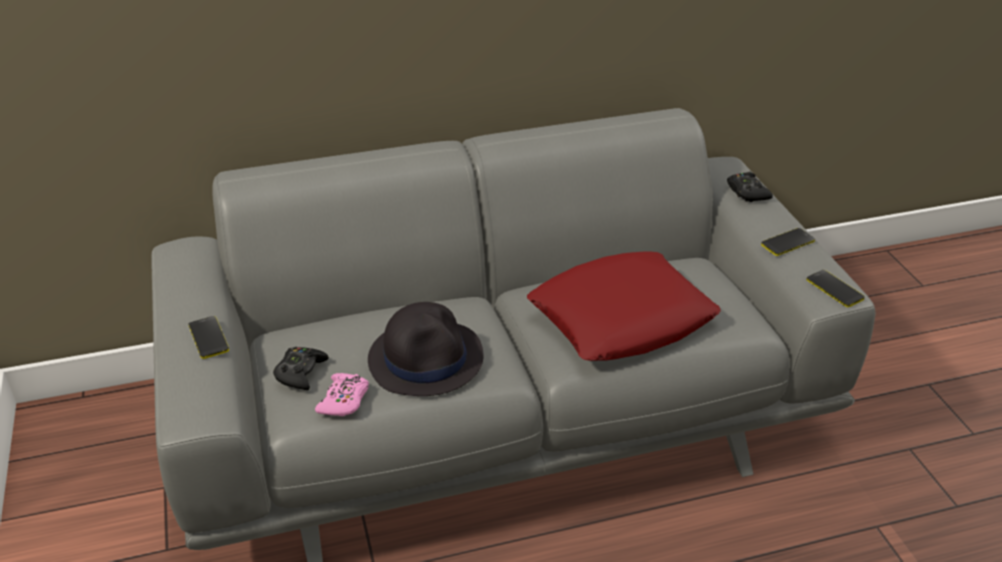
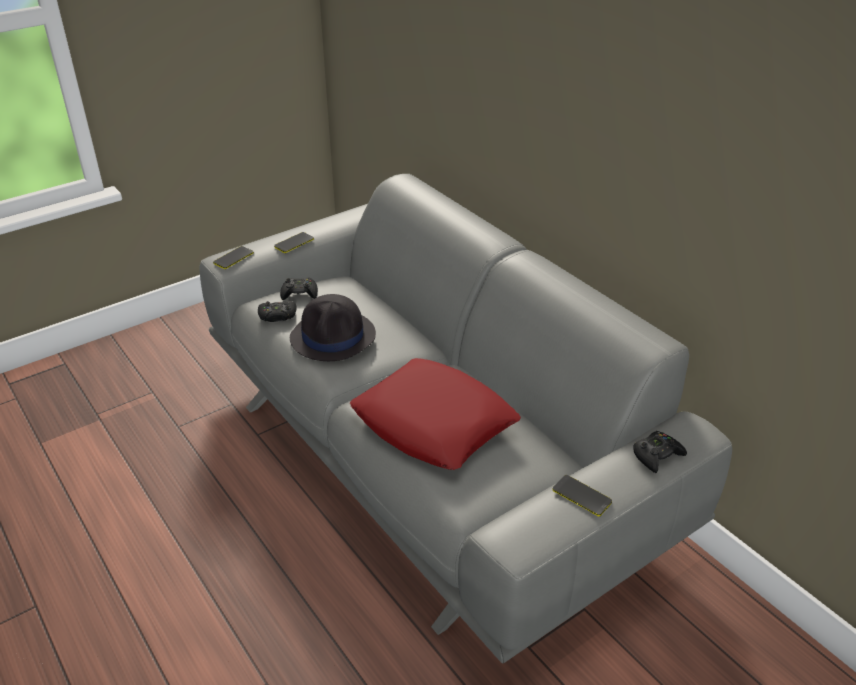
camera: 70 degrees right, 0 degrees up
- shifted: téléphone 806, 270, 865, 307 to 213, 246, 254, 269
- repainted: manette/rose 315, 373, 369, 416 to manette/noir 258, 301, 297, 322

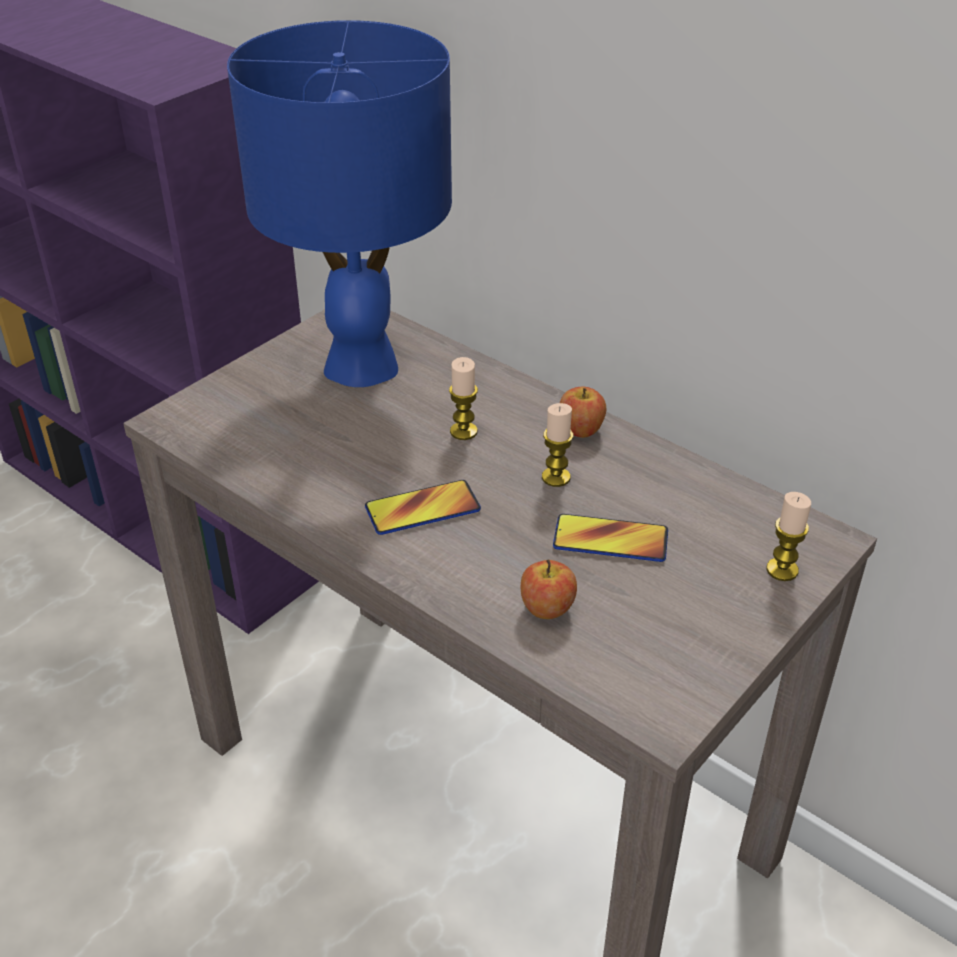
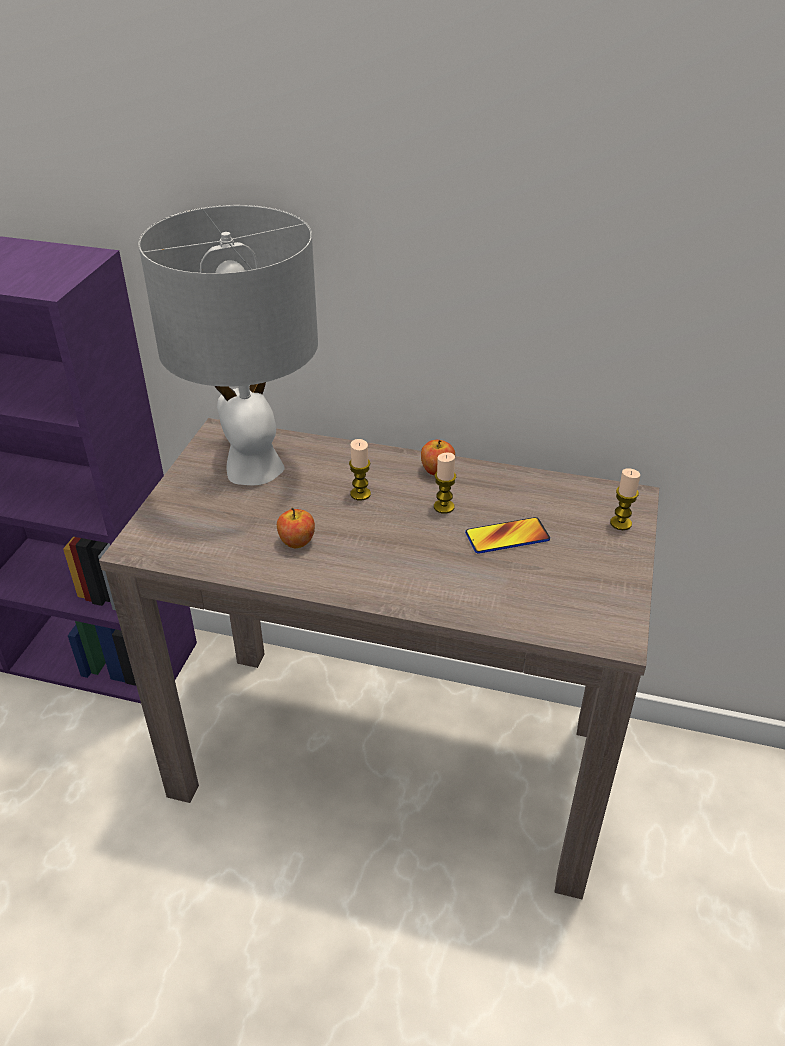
camera: 25 degrees left, 0 degrees up
- gone: téléphone 365, 480, 481, 535
- shifted: pomme 521, 559, 577, 619 to 277, 507, 315, 548
- repainted: lampe de table/bleu 227, 20, 452, 387 to lampe de table/gris 138, 205, 318, 485

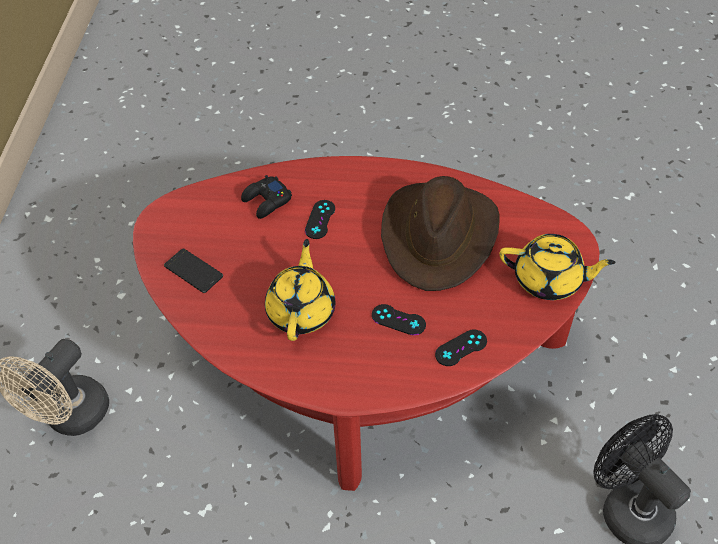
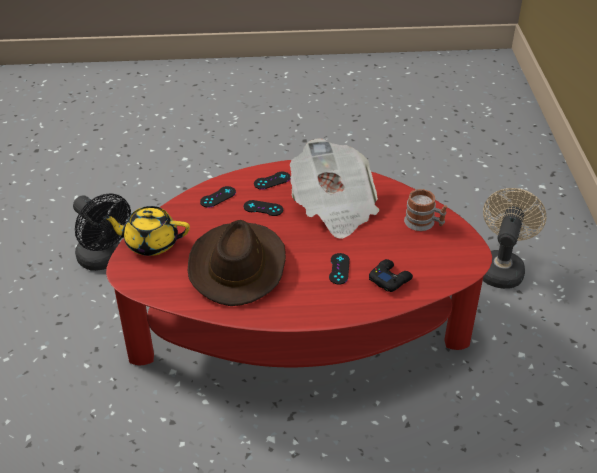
camera: 170 degrees right, 10 degrees down
- new: manette/noir 254, 172, 291, 189
- swapped: téléphone 164, 249, 223, 293 to mug 404, 189, 447, 231
- swapped: théière/jaune 265, 239, 335, 341 to journal 290, 138, 379, 239

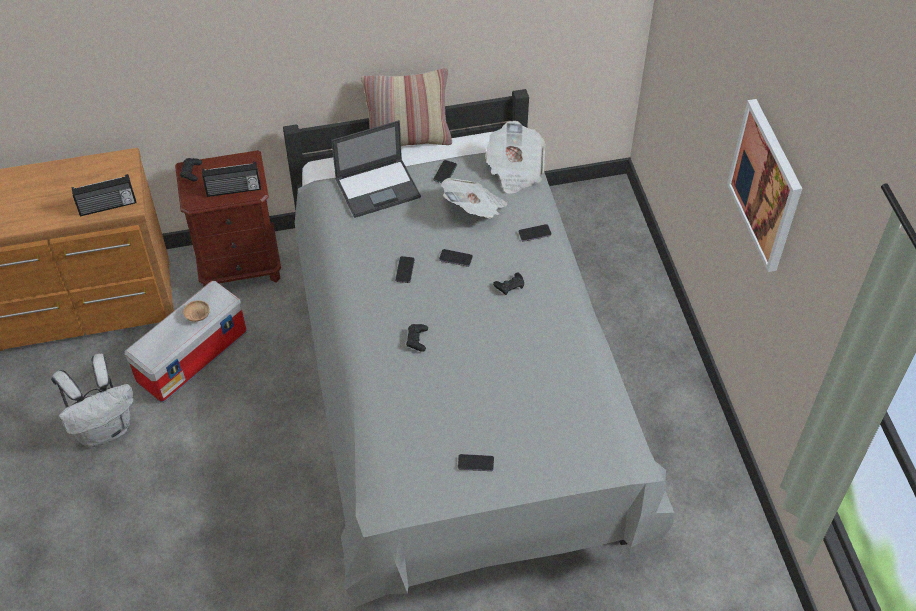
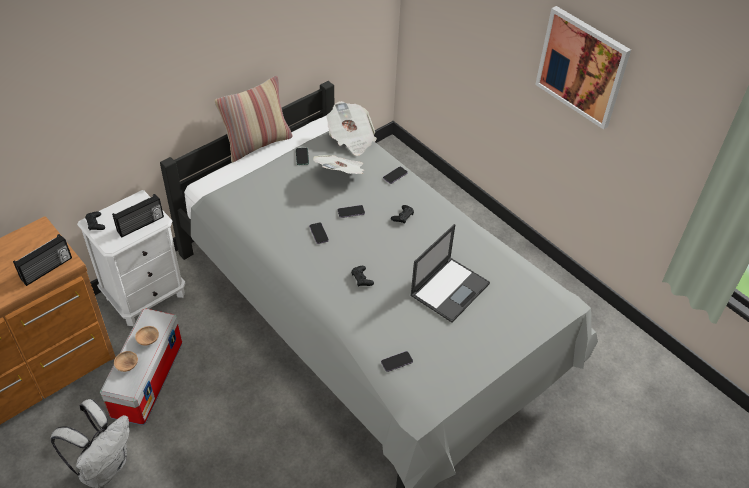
camera: 30 degrees left, 5 degrees down
- new: bol/marron 114, 351, 138, 372
- shifted: ordinateur portable 331, 120, 421, 218 to 410, 224, 490, 323
- shifted: téléphone 458, 454, 494, 471 to 381, 351, 413, 372
- repainted: table de chevet/marron 175, 150, 281, 286 to table de chevet/blanc 77, 190, 186, 326

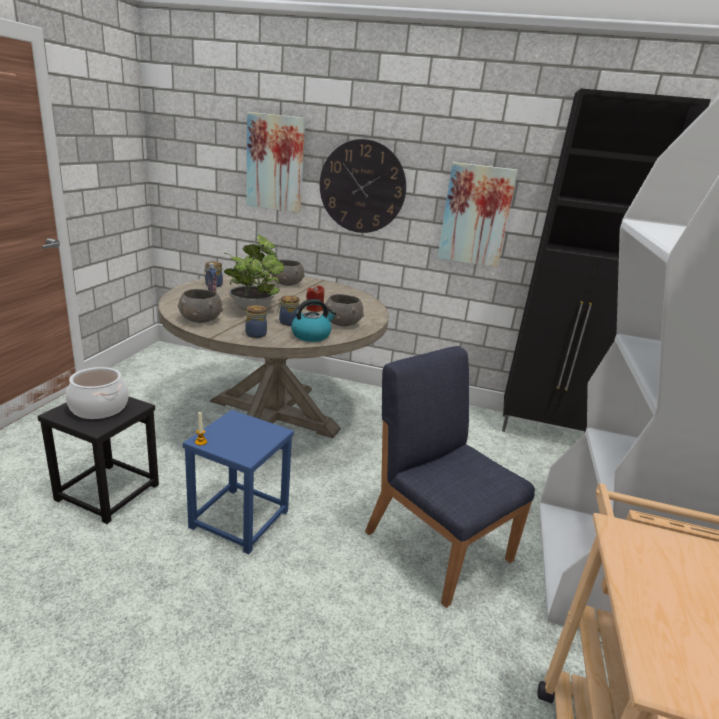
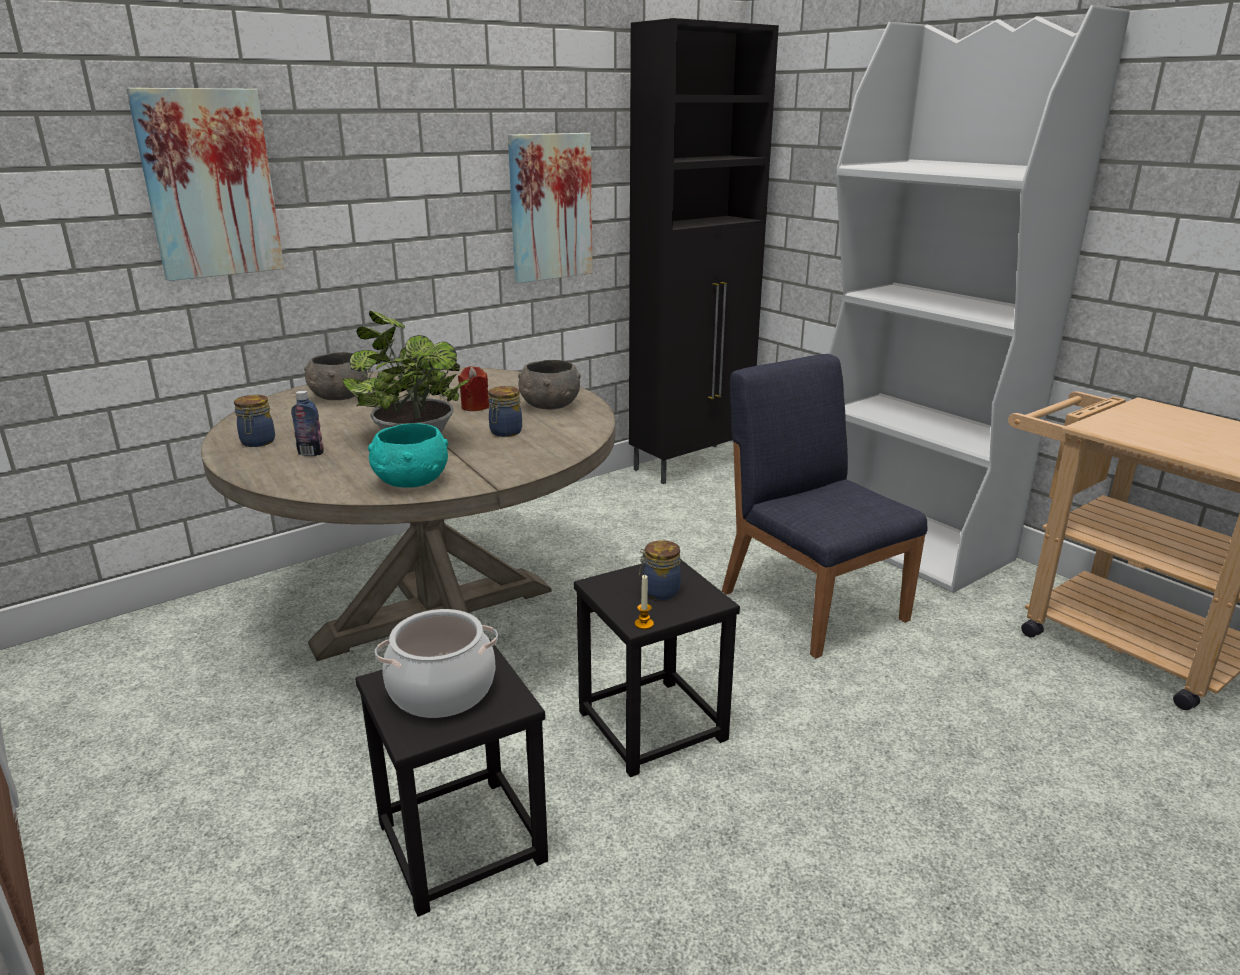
camera: 50 degrees left, 0 degrees up
- gone: bouilloire 291, 299, 336, 342
- gone: horloge murale 320, 139, 406, 233
- shifted: bocal 245, 305, 267, 338 to 639, 540, 681, 600
- repainted: bol/gris 178, 289, 223, 323 to bol/turquoise 368, 423, 448, 487
- repainted: tabouret/bleu 183, 410, 294, 554 to tabouret/noir 574, 559, 740, 777
- rotated: chaise/bleu 365, 346, 535, 608 = 722, 354, 927, 658 60 degrees clockwise

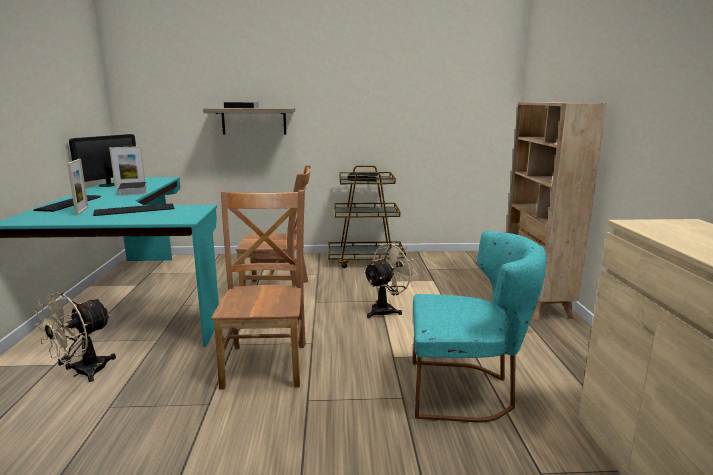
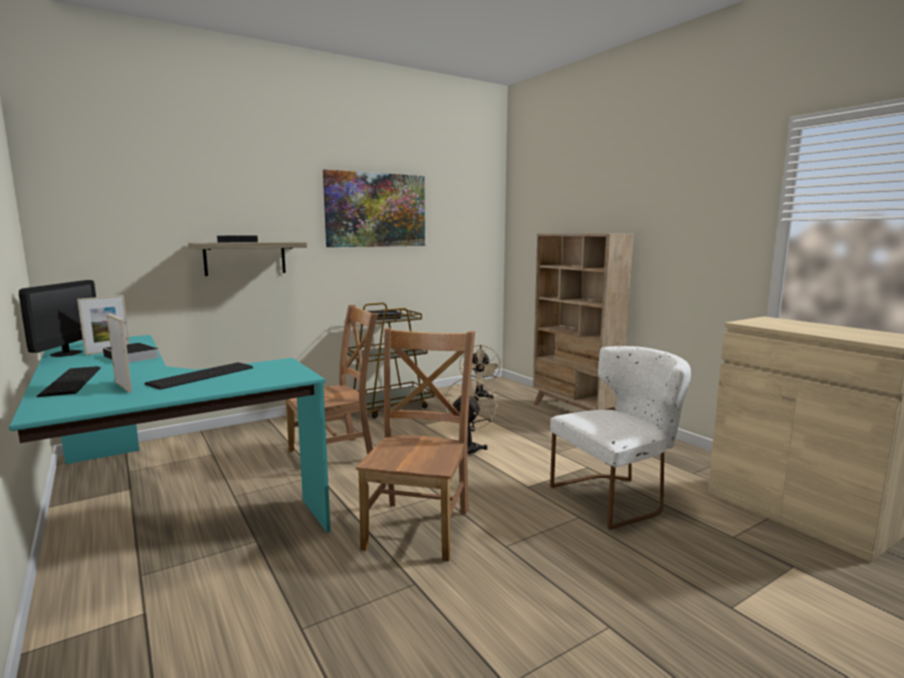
camera: 30 degrees left, 5 degrees down
- new: tableau 323, 169, 425, 247
- shifted: ventilateur/beige 33, 293, 116, 382 to 459, 345, 501, 399
- repainted: chaise/turquoise 413, 231, 546, 423 to chaise/blanc 550, 346, 691, 530
- rotated: chaise/marron 211, 190, 306, 390 = 356, 328, 475, 562 45 degrees clockwise

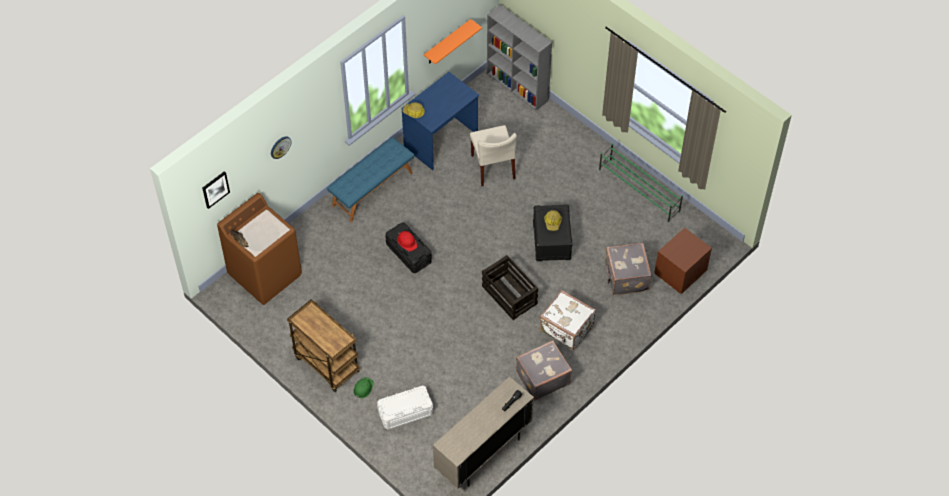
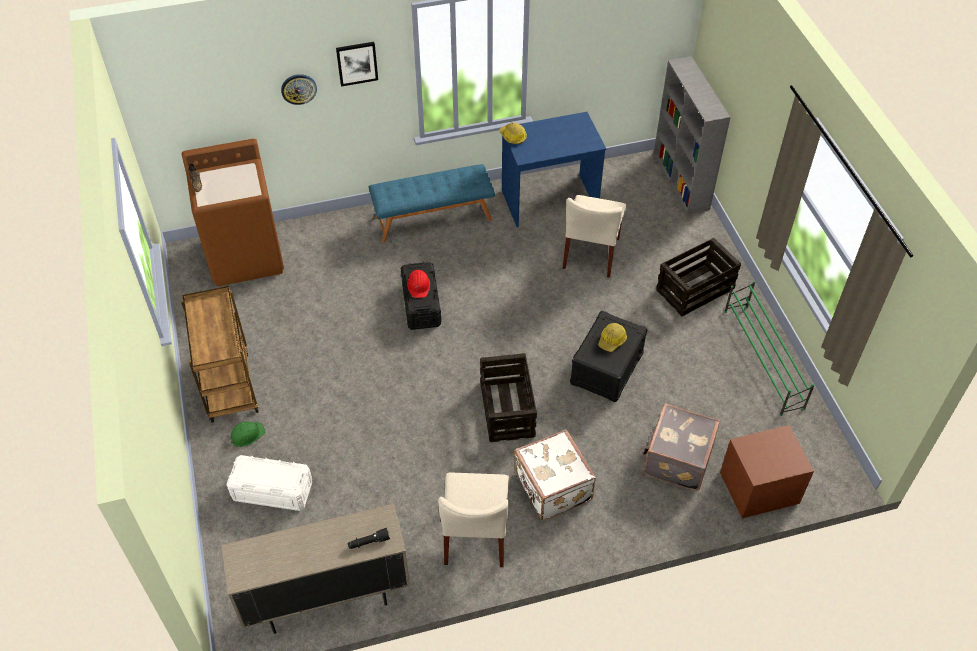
camera: 30 degrees right, 5 degrees down
- gone: étagère/orange 424, 19, 482, 64
- new: caisse 656, 238, 741, 316
- shifted: tableau 202, 171, 230, 209 to 336, 42, 378, 87
- swapped: valise/gris 516, 340, 572, 400 to chaise/beige 438, 473, 509, 567

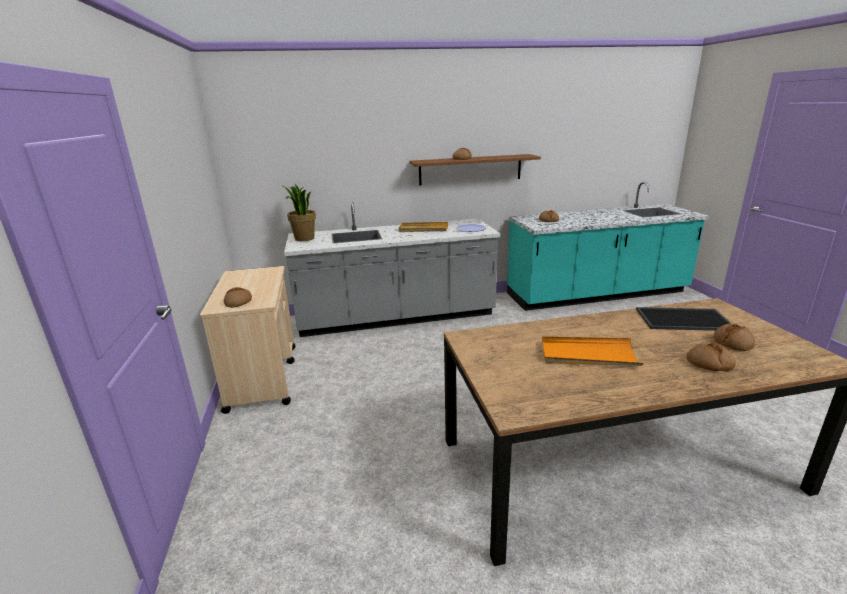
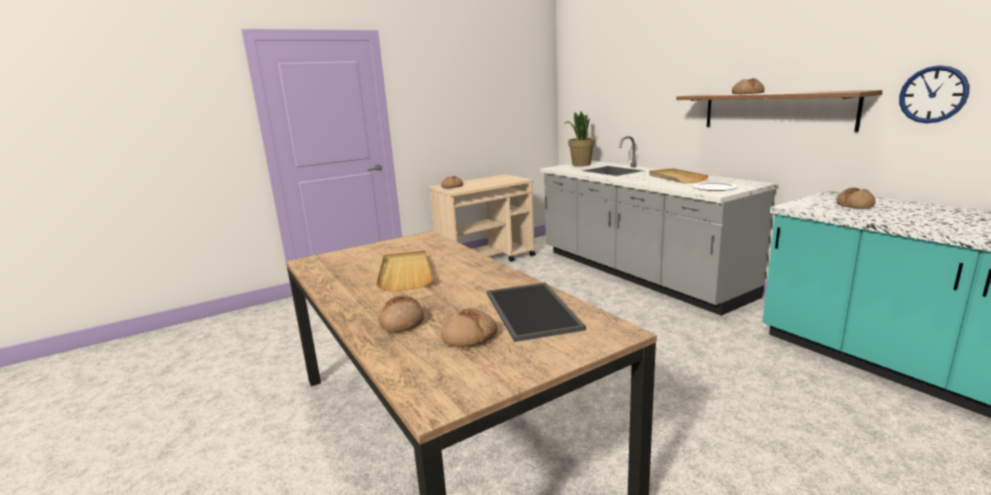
camera: 70 degrees right, 5 degrees down
- new: horloge murale 899, 65, 969, 124
- repainted: plateau/orange 542, 336, 643, 366 to plateau/beige 376, 251, 433, 291

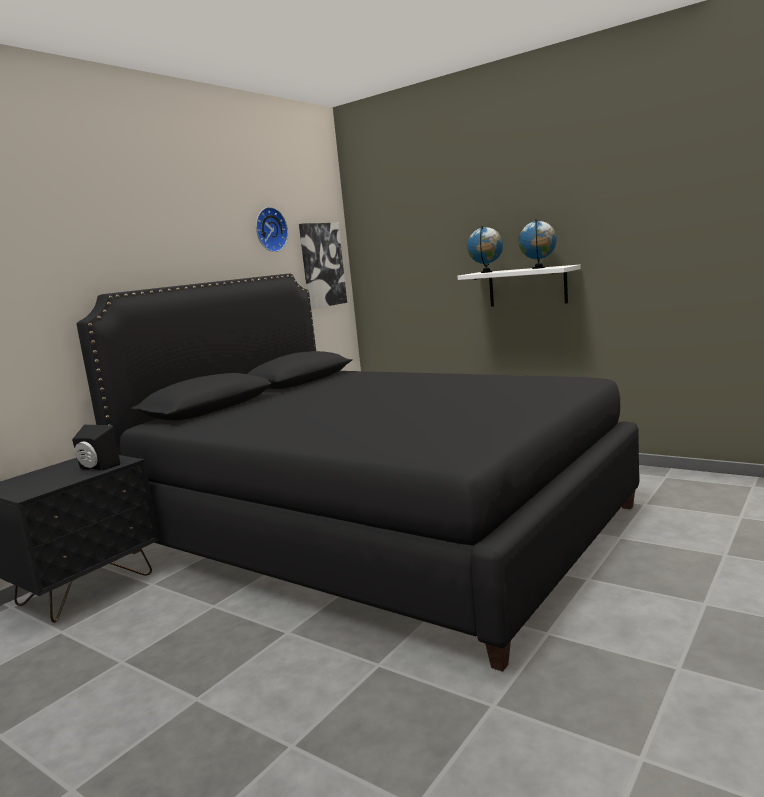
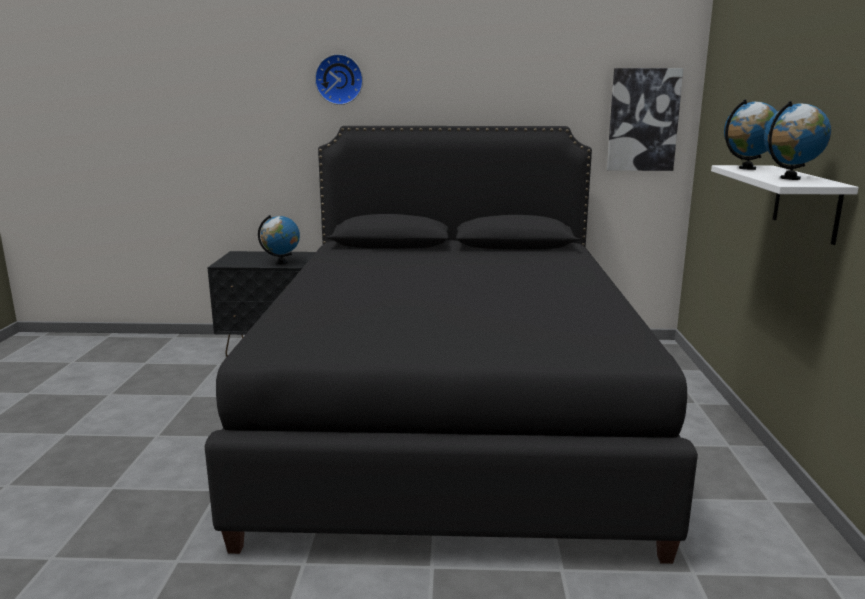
camera: 55 degrees right, 5 degrees up
- shifted: horloge murale 256, 207, 288, 252 to 315, 54, 363, 105
- swapped: enceinte/noir 72, 425, 120, 471 to globe 258, 215, 300, 264

